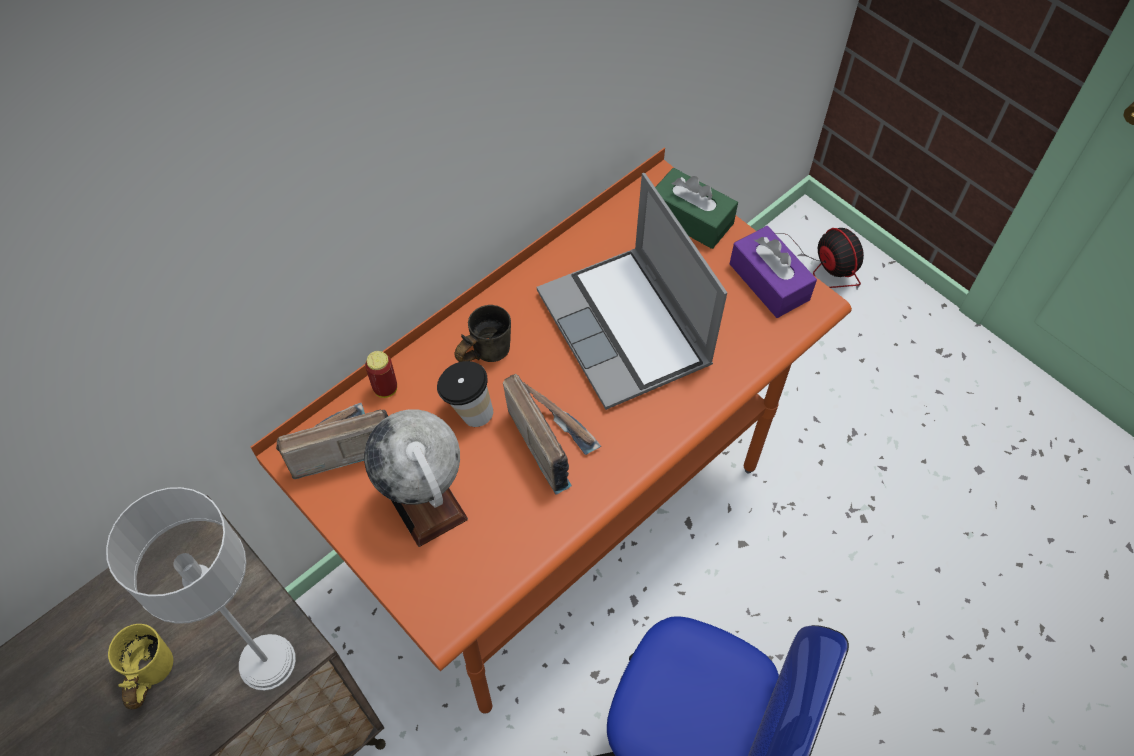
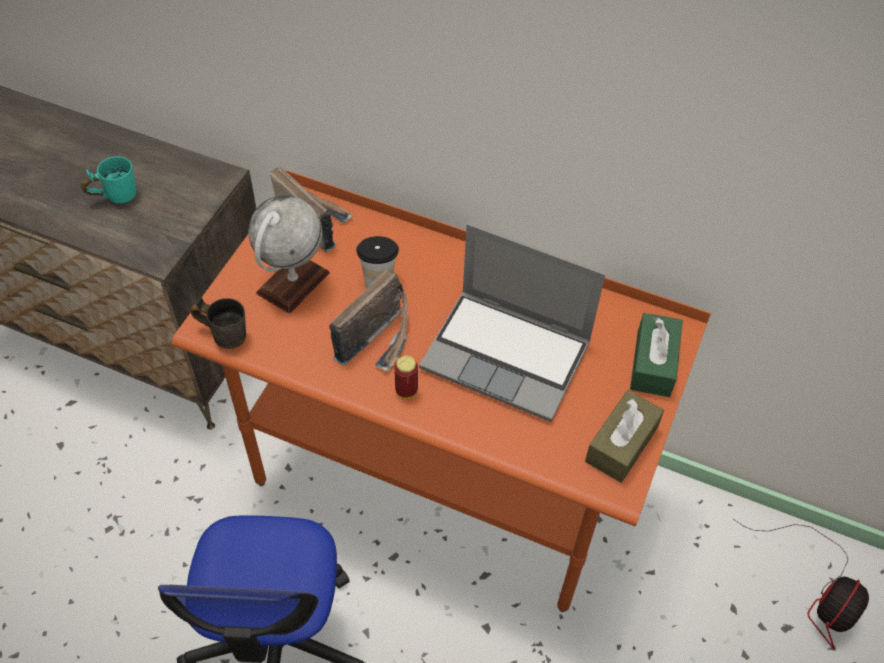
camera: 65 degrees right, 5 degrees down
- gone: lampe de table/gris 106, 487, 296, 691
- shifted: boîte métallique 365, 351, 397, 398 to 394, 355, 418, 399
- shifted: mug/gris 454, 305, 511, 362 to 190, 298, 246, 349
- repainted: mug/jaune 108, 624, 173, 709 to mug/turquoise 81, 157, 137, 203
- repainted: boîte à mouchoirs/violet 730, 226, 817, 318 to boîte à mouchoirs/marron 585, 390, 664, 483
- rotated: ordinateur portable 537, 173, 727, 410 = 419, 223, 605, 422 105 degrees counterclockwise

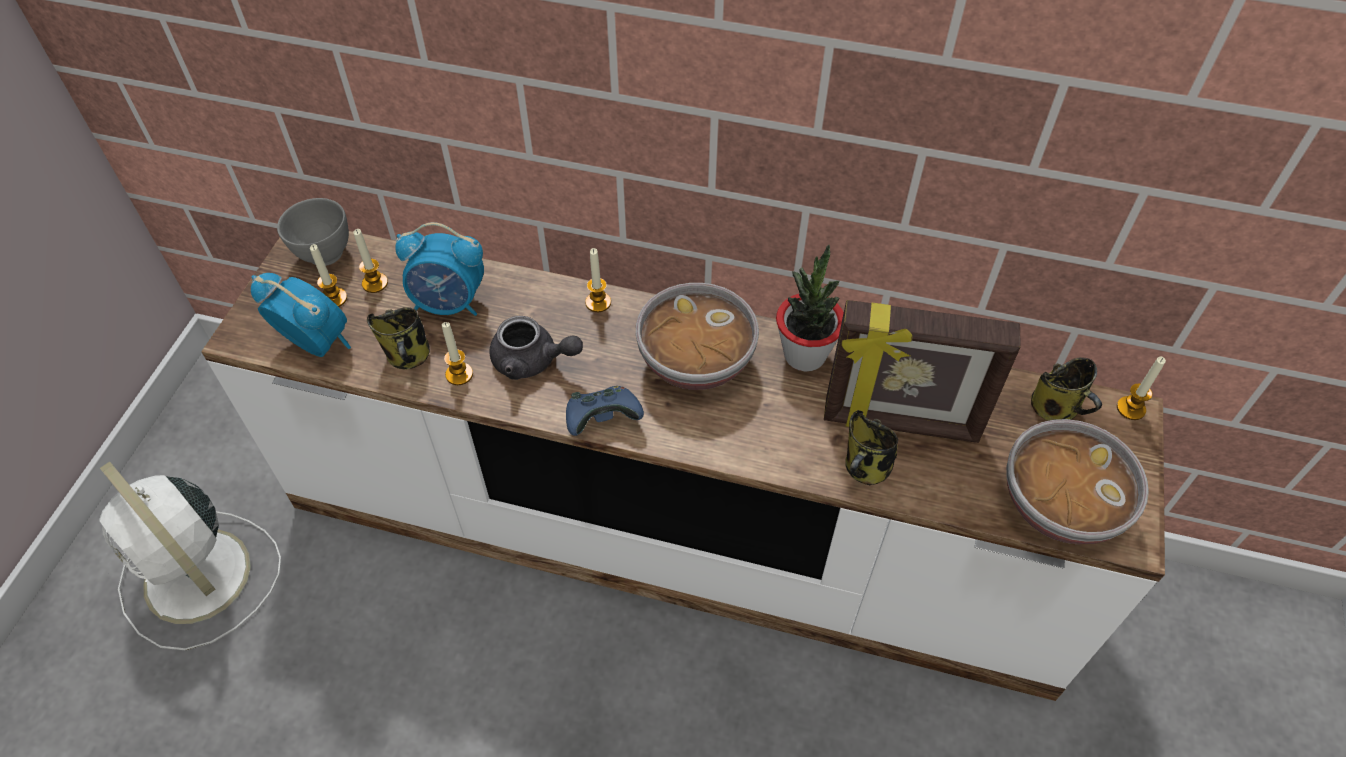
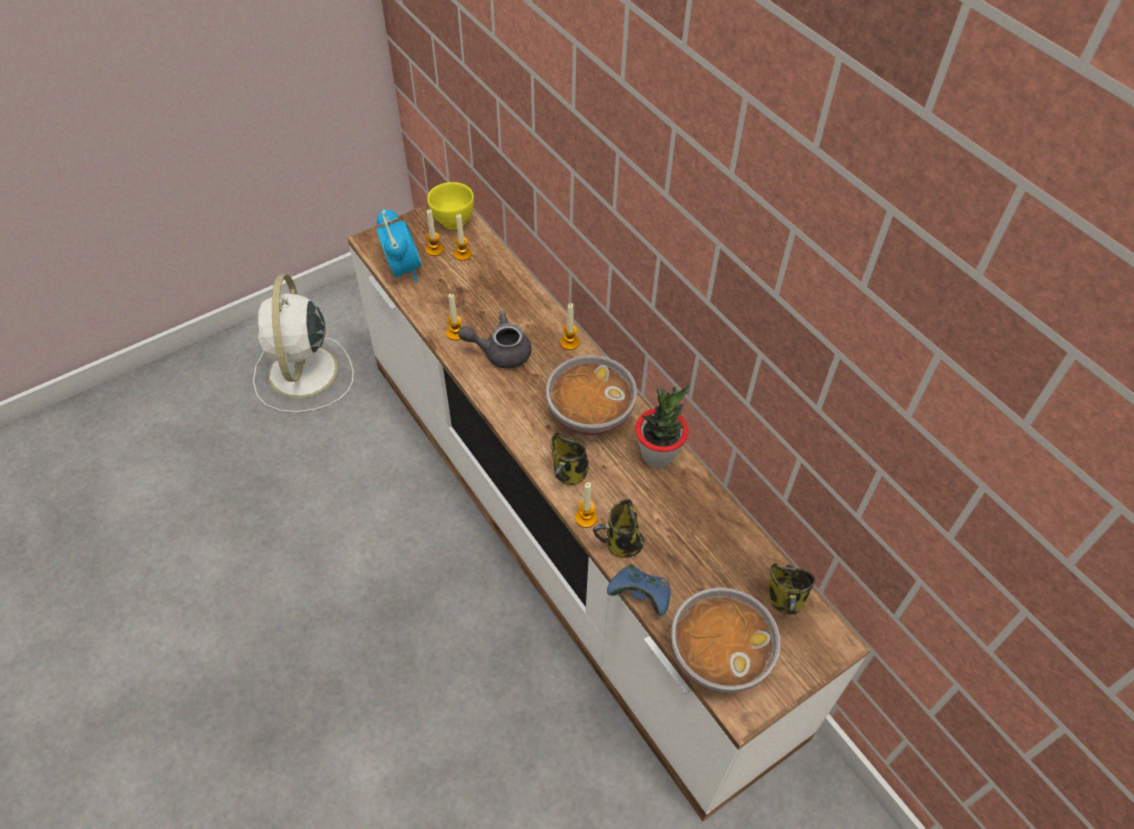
camera: 40 degrees right, 0 degrees up
- gone: réveil 395, 222, 484, 316
- gone: cadre photo 824, 300, 1021, 443
- shifted: mug 367, 307, 430, 370 to 551, 433, 589, 485
- shifted: manette/bleu 566, 386, 644, 436 to 607, 564, 671, 616
- shifted: bougie 1117, 357, 1166, 420 to 575, 482, 597, 528
- repainted: bol/gris 277, 198, 349, 266 to bol/jaune 427, 182, 474, 230
- rotated: théière/gris 489, 316, 583, 380 = 458, 311, 532, 369 120 degrees clockwise

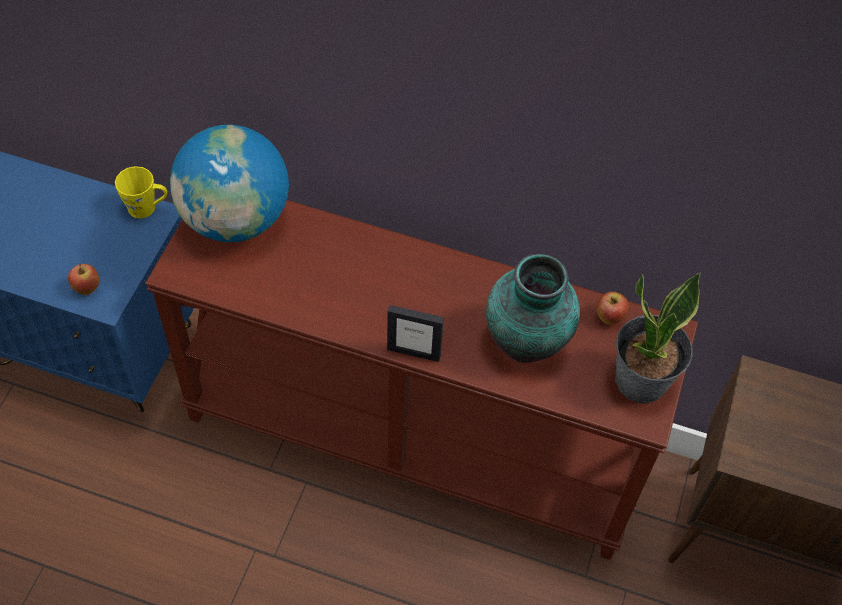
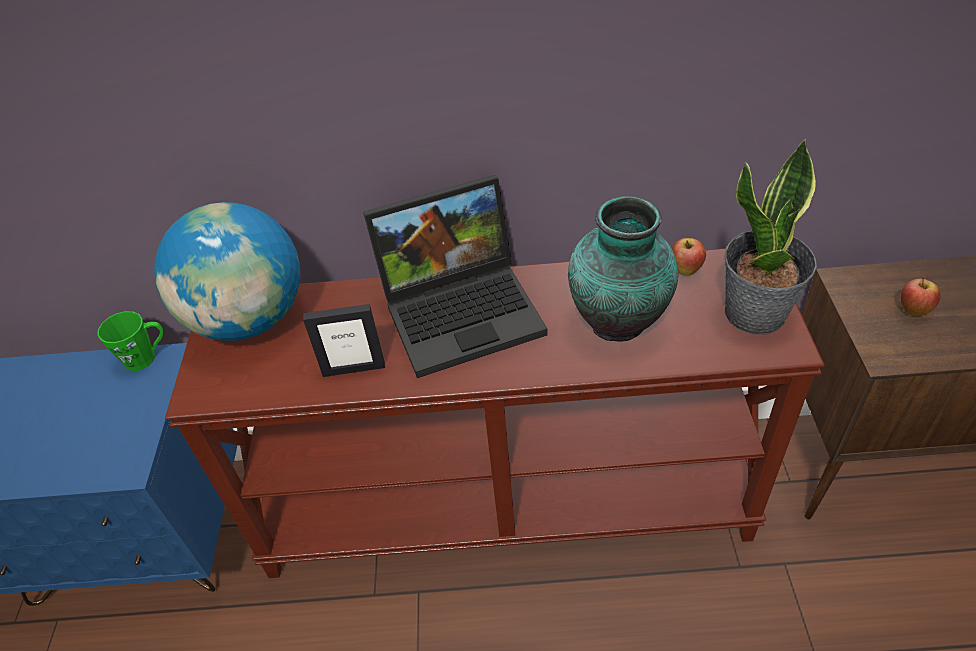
camera: 15 degrees left, 10 degrees down
- new: ordinateur portable 363, 175, 548, 378
- shifted: pomme 68, 264, 99, 295 to 900, 277, 940, 316
- shifted: cadre photo 387, 305, 444, 362 to 303, 304, 385, 377
- repainted: mug/jaune 115, 166, 167, 218 to mug/vert 97, 311, 163, 371

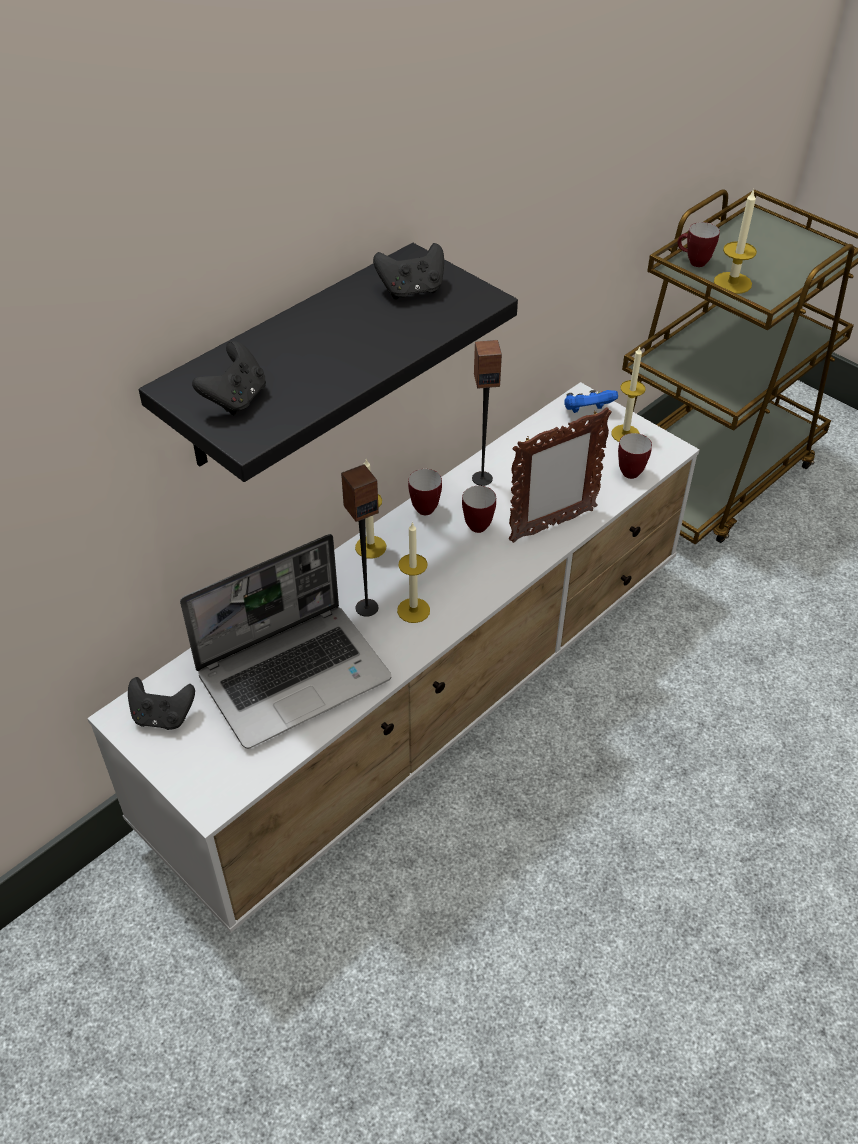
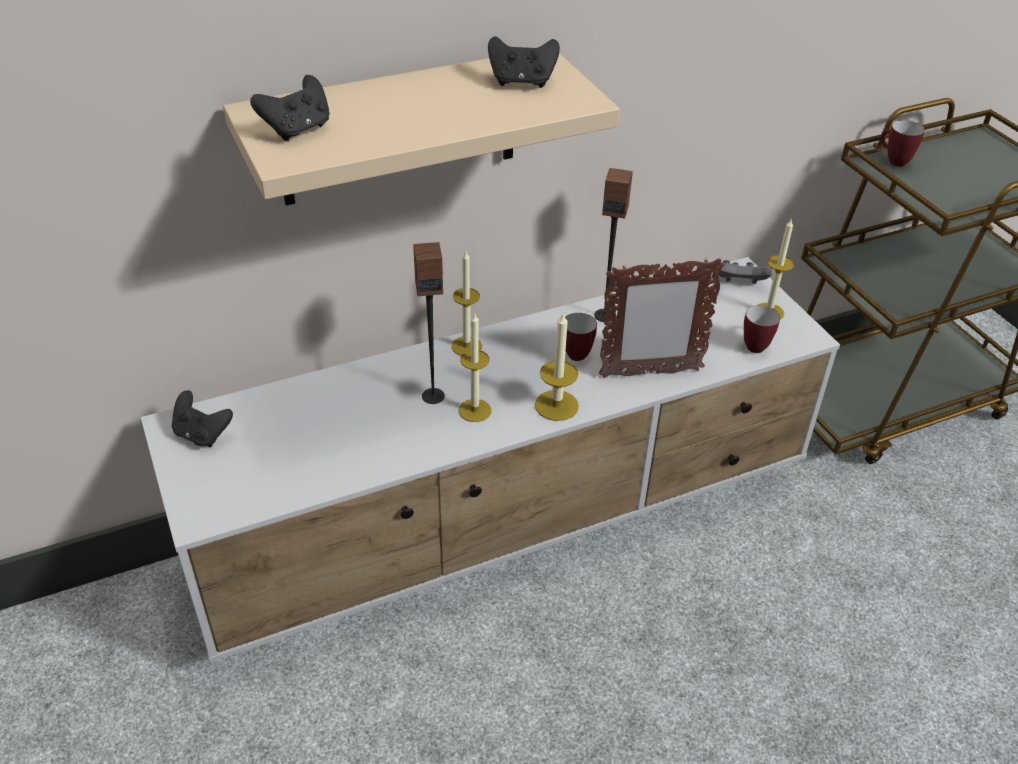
camera: 20 degrees right, 5 degrees down
- gone: ordinateur portable 180, 534, 391, 749
- gone: mug 408, 469, 442, 515
- shifted: bougie 714, 189, 757, 294 to 535, 313, 579, 421
- repainted: étagère/noir 139, 243, 518, 482 to étagère/beige 223, 53, 620, 206
- repainted: manette/bleu 564, 390, 618, 413 to manette/gris 719, 260, 773, 284

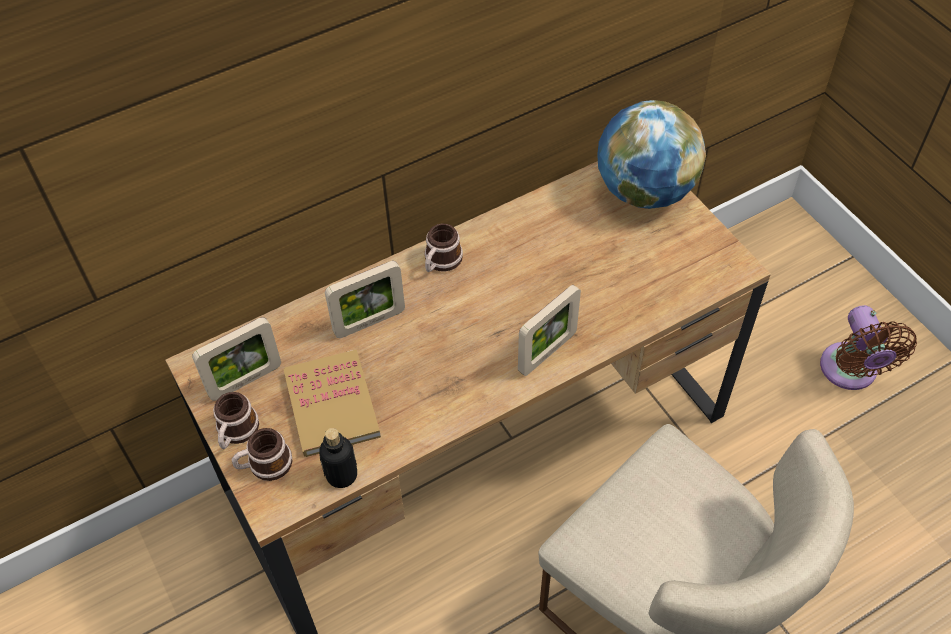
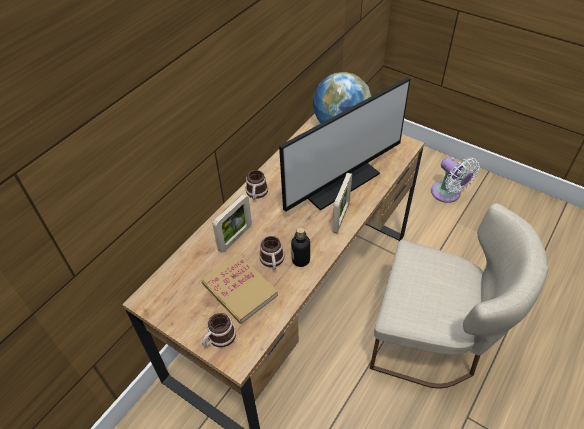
camera: 25 degrees left, 5 degrees down
- gone: cadre photo 192, 317, 281, 401
- new: écran d'ordinateur 279, 77, 410, 212
- shifted: mug 213, 392, 259, 449 to 259, 236, 284, 270
- shifted: bouteille 319, 428, 357, 488 to 291, 227, 310, 267
- repainted: ventilateur/marron 820, 305, 917, 390 to ventilateur/blanc 431, 157, 480, 203

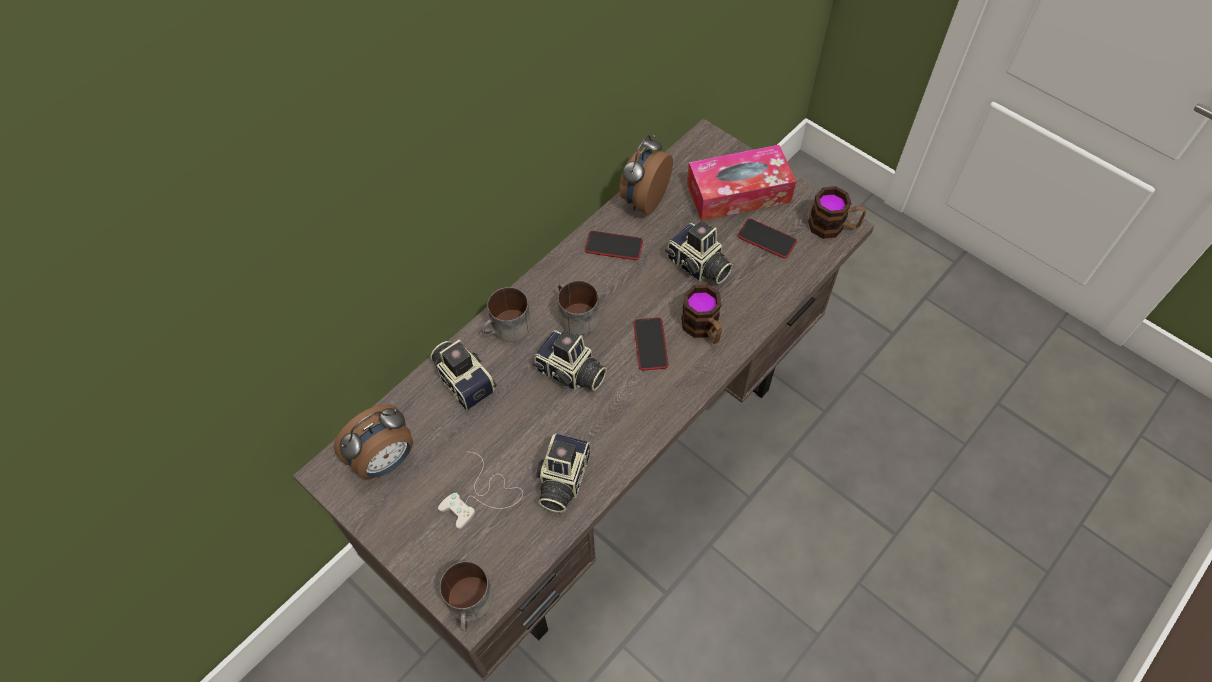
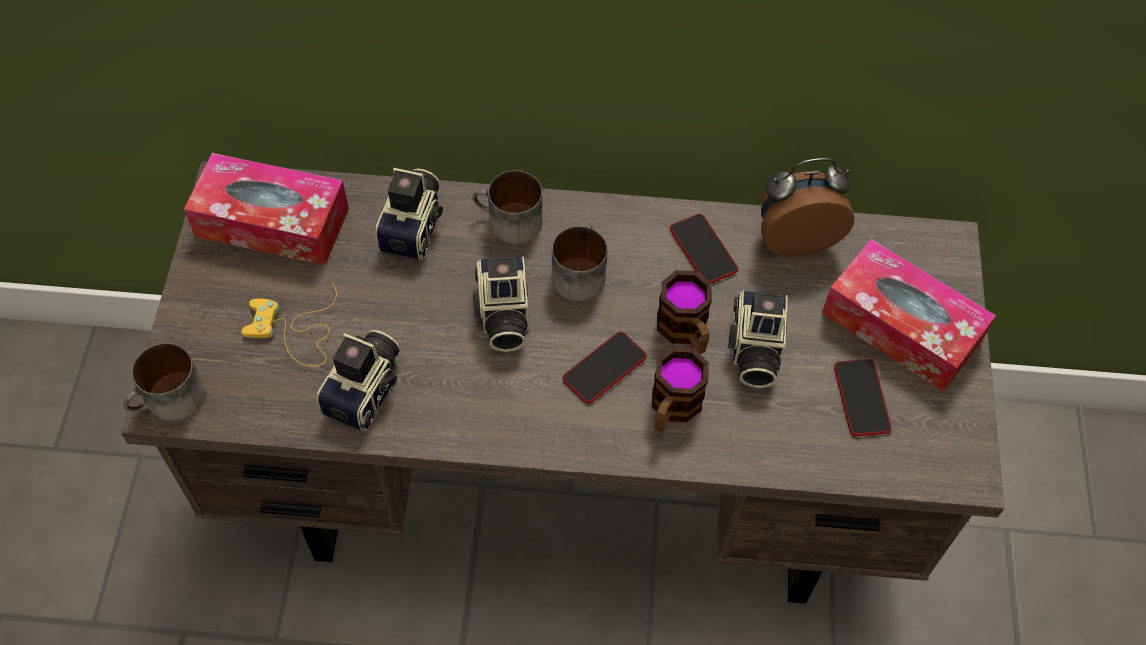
camera: 50 degrees right, 0 degrees up
- shifted: mug 808, 186, 866, 239 to 657, 270, 712, 354
- swapped: réveil 334, 404, 413, 479 to boîte à mouchoirs 184, 153, 349, 266
- repainted: manette/blanc 438, 452, 523, 529 to manette/jaune 241, 282, 337, 367
- rotated: appareil photo 536, 433, 590, 513 = 316, 330, 400, 432 135 degrees clockwise

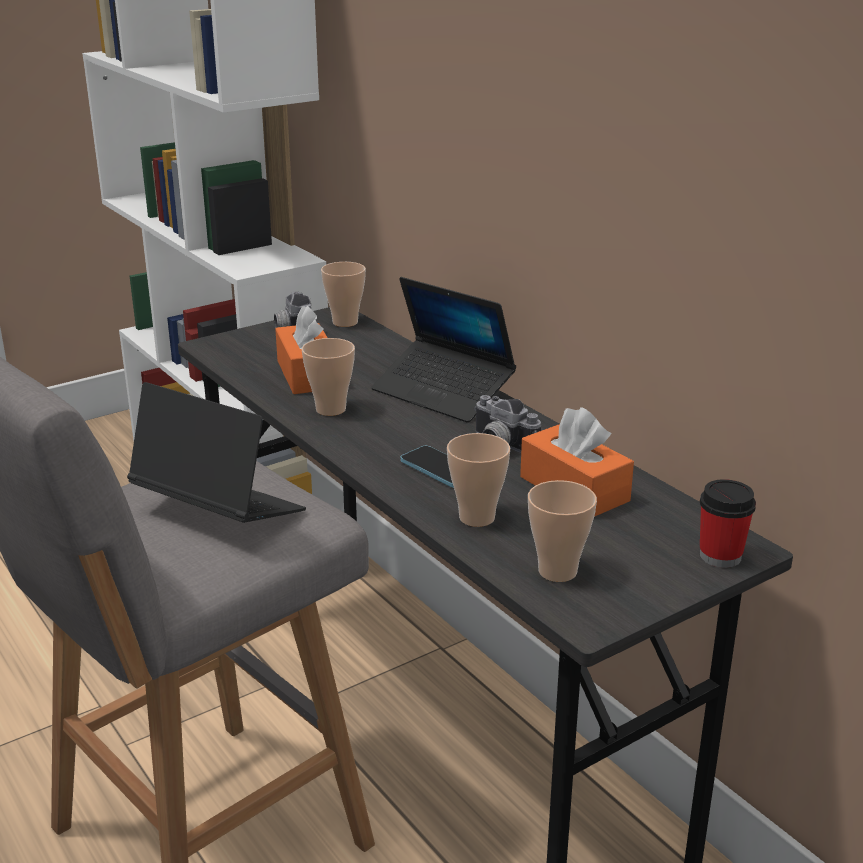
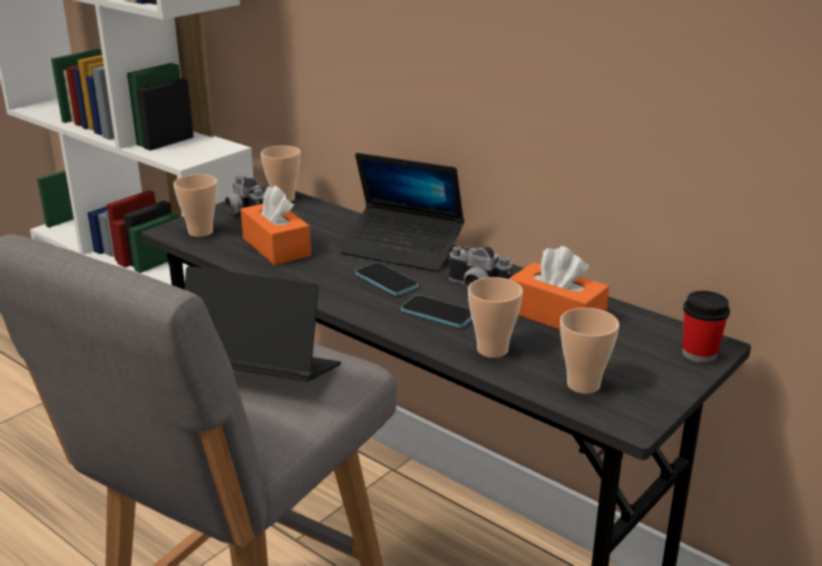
camera: 15 degrees left, 0 degrees up
- new: téléphone 355, 262, 418, 296
- shifted: tasse 302, 338, 355, 416 to 173, 174, 217, 237

